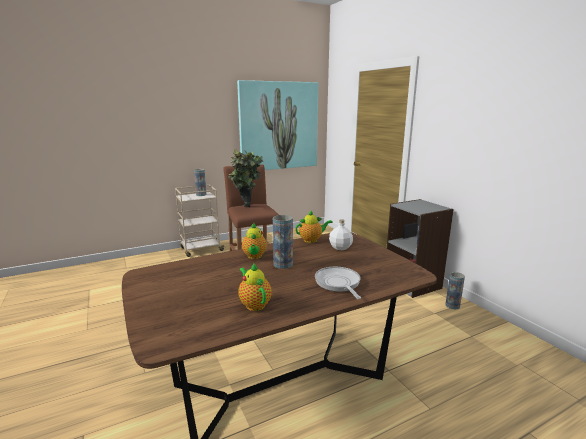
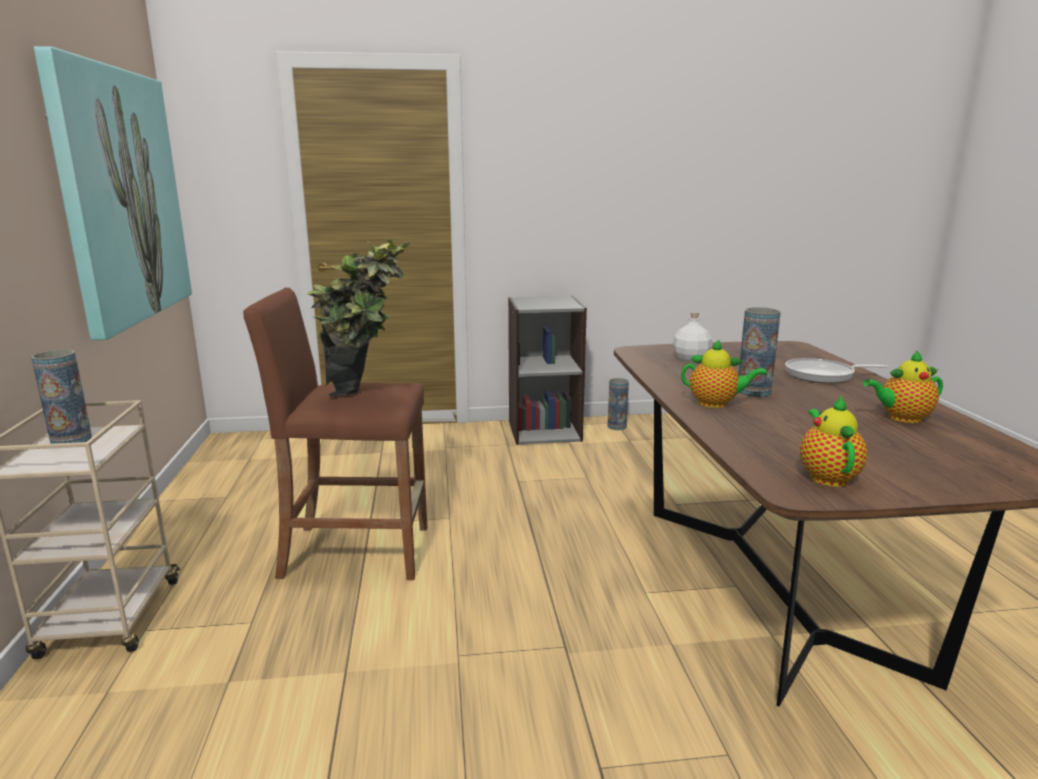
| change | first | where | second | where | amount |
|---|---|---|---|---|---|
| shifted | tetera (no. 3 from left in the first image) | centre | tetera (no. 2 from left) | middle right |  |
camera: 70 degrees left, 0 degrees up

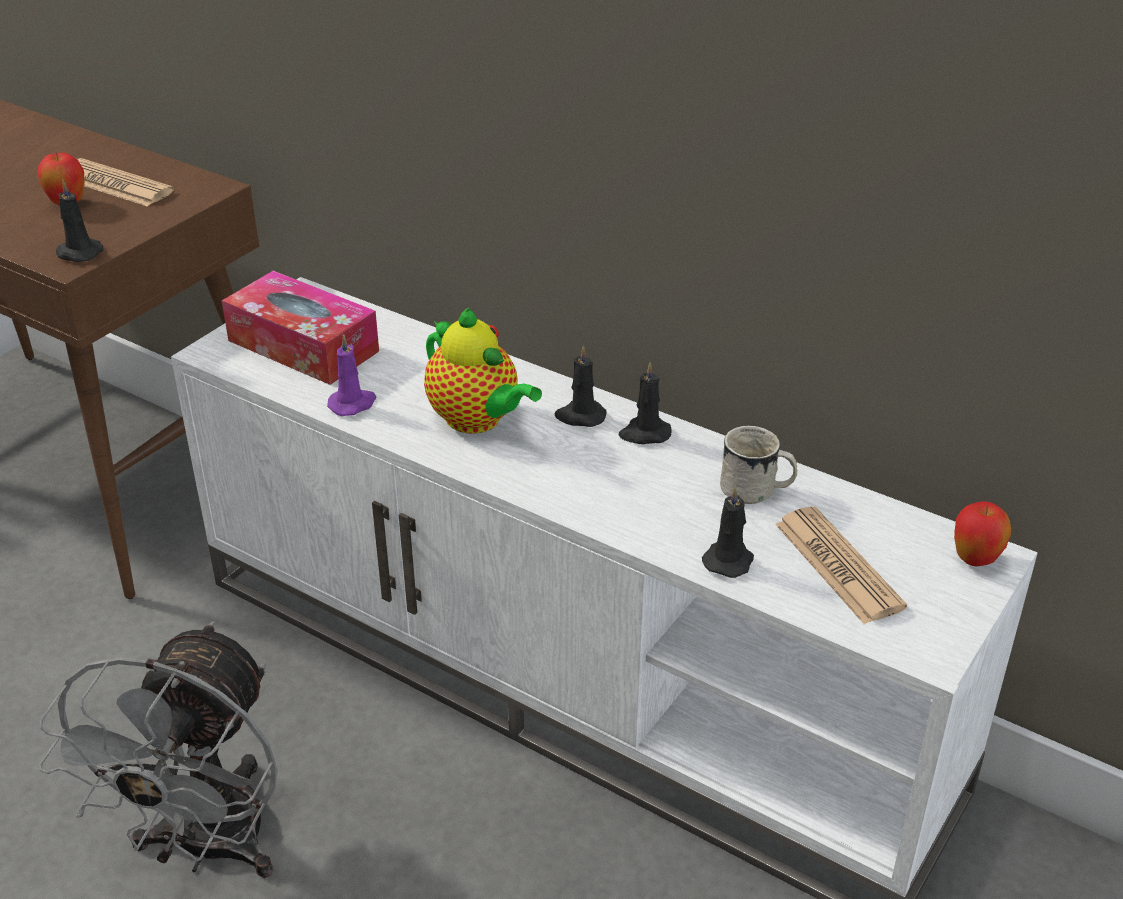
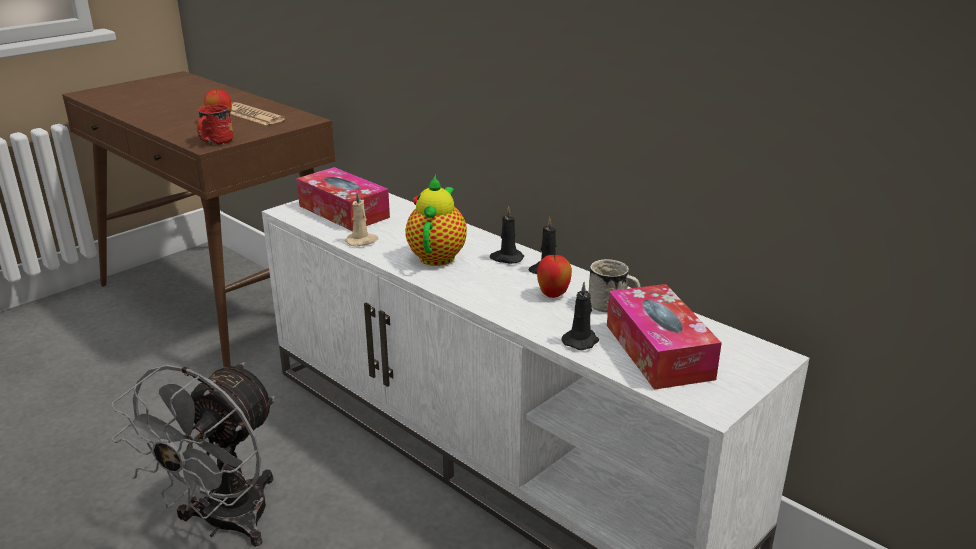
| change | first | where | second | where | amount |
|---|---|---|---|---|---|
| swapped | vela [negro] (no. 1 from left) | top left | taza grande [rojo] | top left |  |
| repainted | vela [morado] | middle left | vela [beis] | centre |  |
| rotated | tetera | centre |  | centre | 135 degrees counterclockwise |
| swapped | periódico (no. 2 from left) | middle right | caja de pañuelos (no. 2 from left) | middle right |  |
| shifted | manzana (no. 2 from left) | middle right |  | centre |  |
camera: 10 degrees right, 10 degrees down

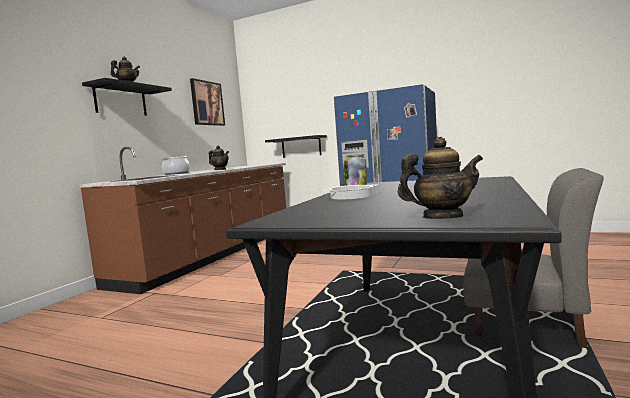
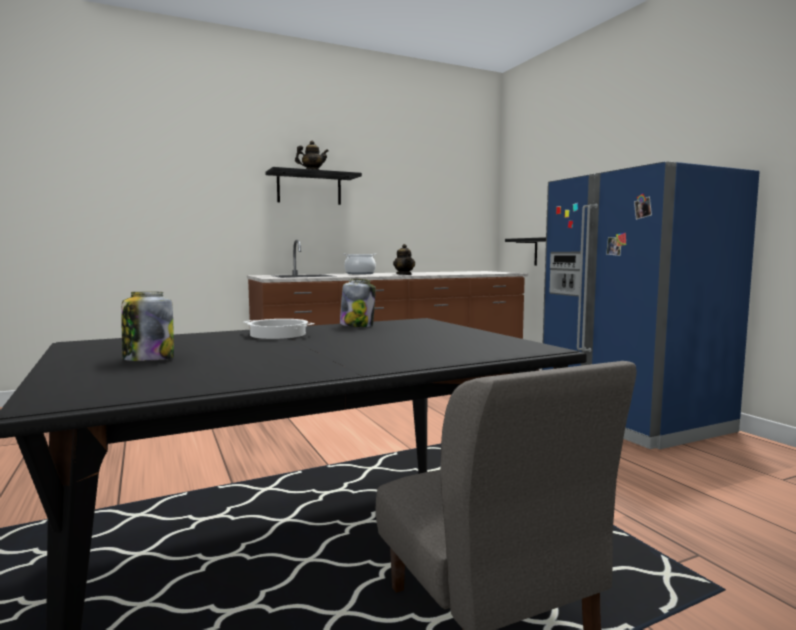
| change | first | where | second | where | amount |
|---|---|---|---|---|---|
| gone | cuadro | top left |  |  |  |
| gone | tetera (no. 3 from left) | middle right |  |  |  |
| new |  |  | tarro (no. 1 from left) | middle left |  |
camera: 40 degrees right, 0 degrees up

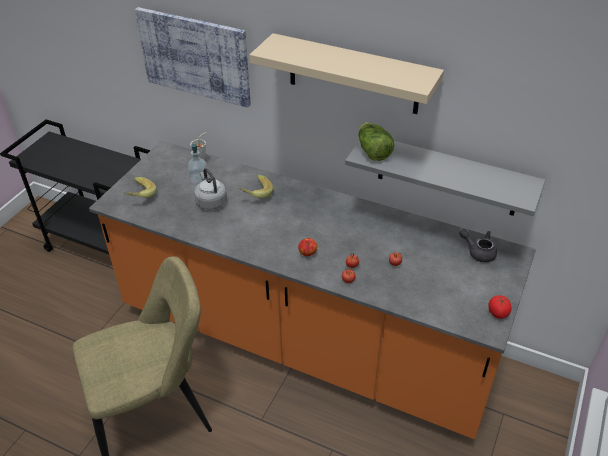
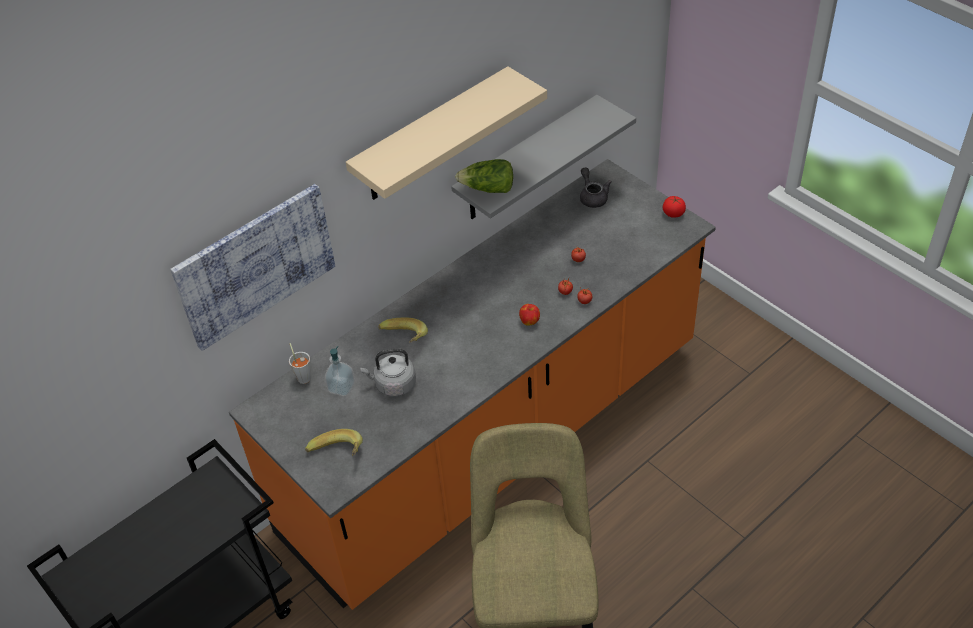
| change | first | where | second | where | amount |
|---|---|---|---|---|---|
| rotated | tetera [gris] | middle right |  | top centre | 105 degrees clockwise |
camera: 65 degrees left, 5 degrees up

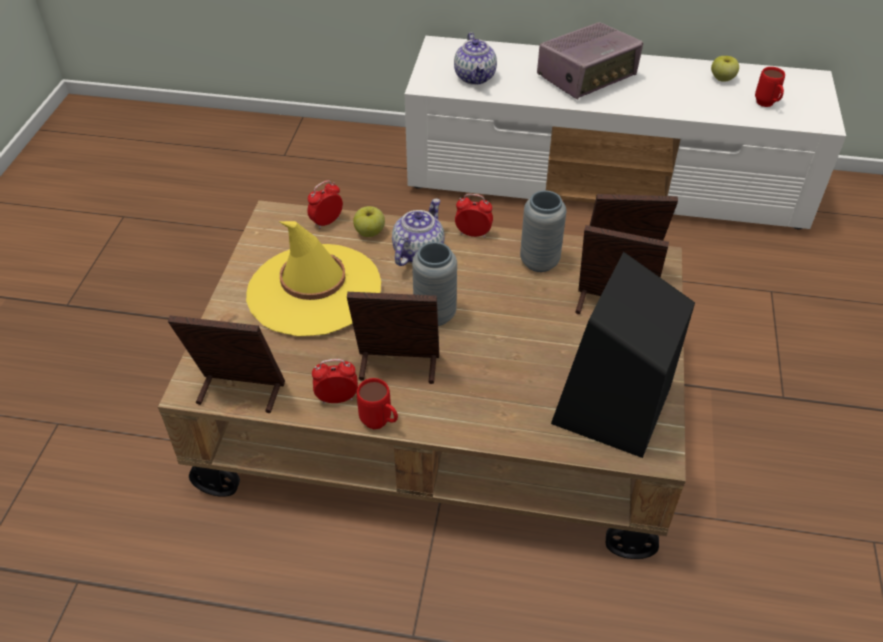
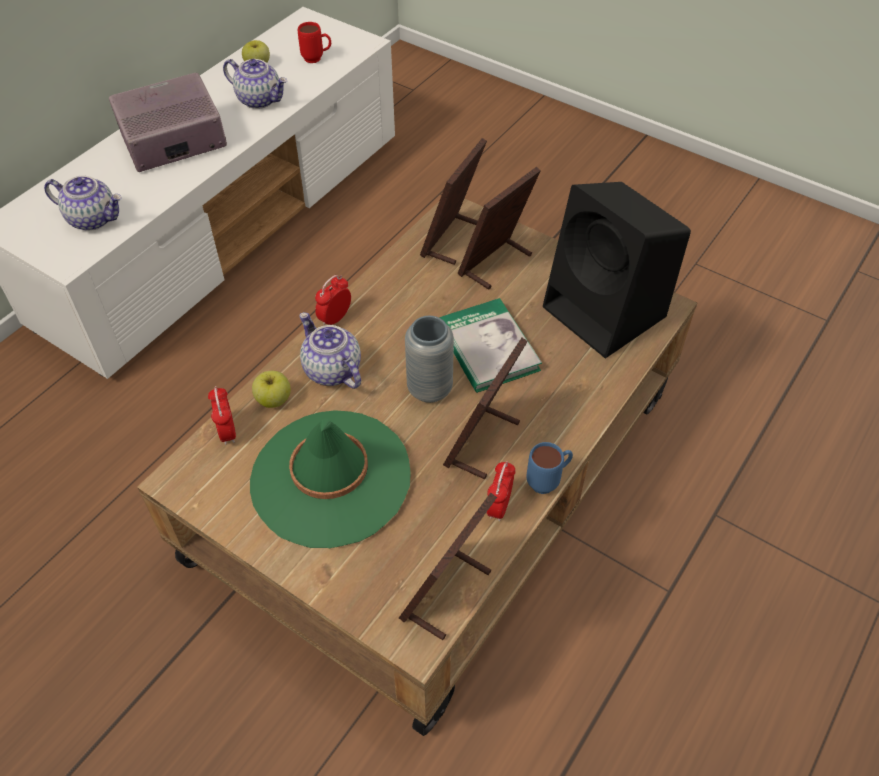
| change | first | where | second | where | amount |
|---|---|---|---|---|---|
| repainted | sombrero [amarillo] | centre | sombrero [verde] | centre |  |
| repainted | taza grande [rojo] (no. 1 from left) | centre | taza grande [azul] | centre |  |
| gone | florero [gris] (no. 2 from left) | centre |  |  |  |
| rotated | radio | top right |  | top left | 105 degrees counterclockwise |
| new |  |  | tetera (no. 2 from left) | top left |  |
| new |  |  | libro | centre |  |
camera: 65 degrees left, 5 degrees up

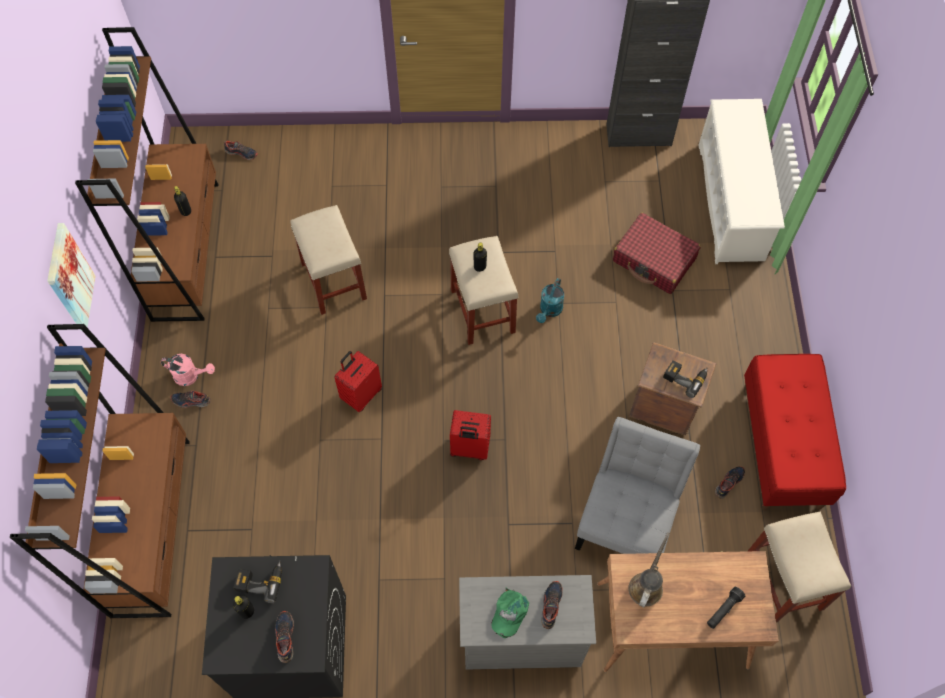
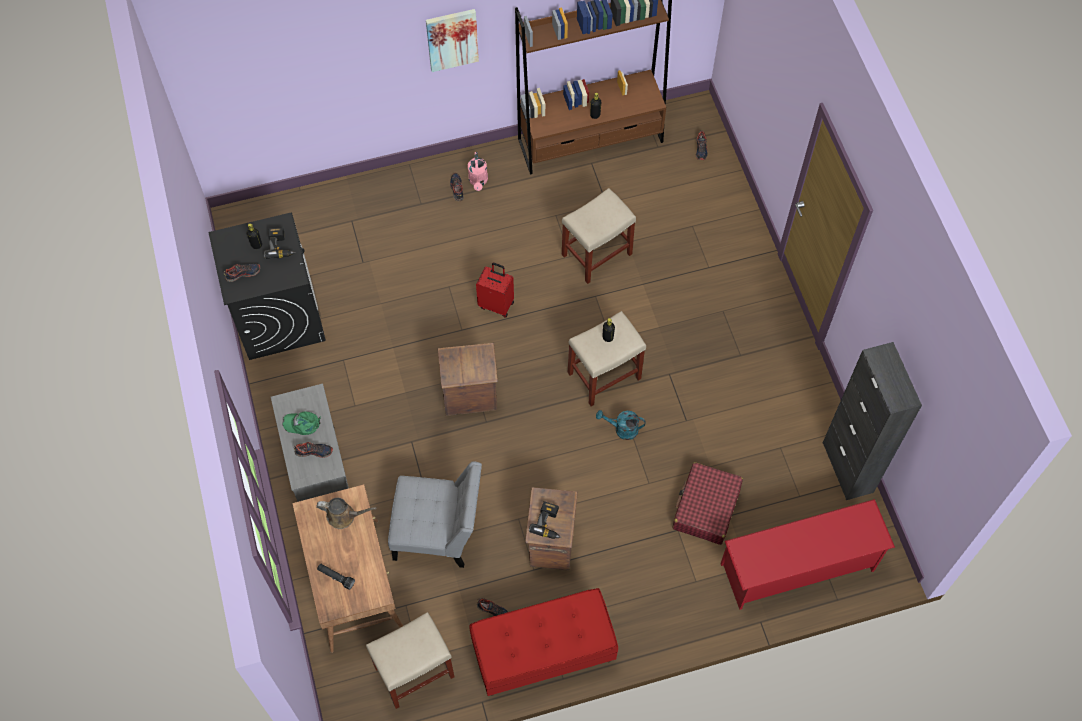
| change | first | where | second | where | amount |
|---|---|---|---|---|---|
| gone | estantería [marrón] (no. 1 from left) | bottom left |  |  |  |
| swapped | maleta [rojo] (no. 2 from left) | centre | caja de embalaje (no. 1 from left) | centre |  |
| repainted | zapatero [blanco] | top right | zapatero [rojo] | bottom right |  |
camera: 75 degrees right, 0 degrees up

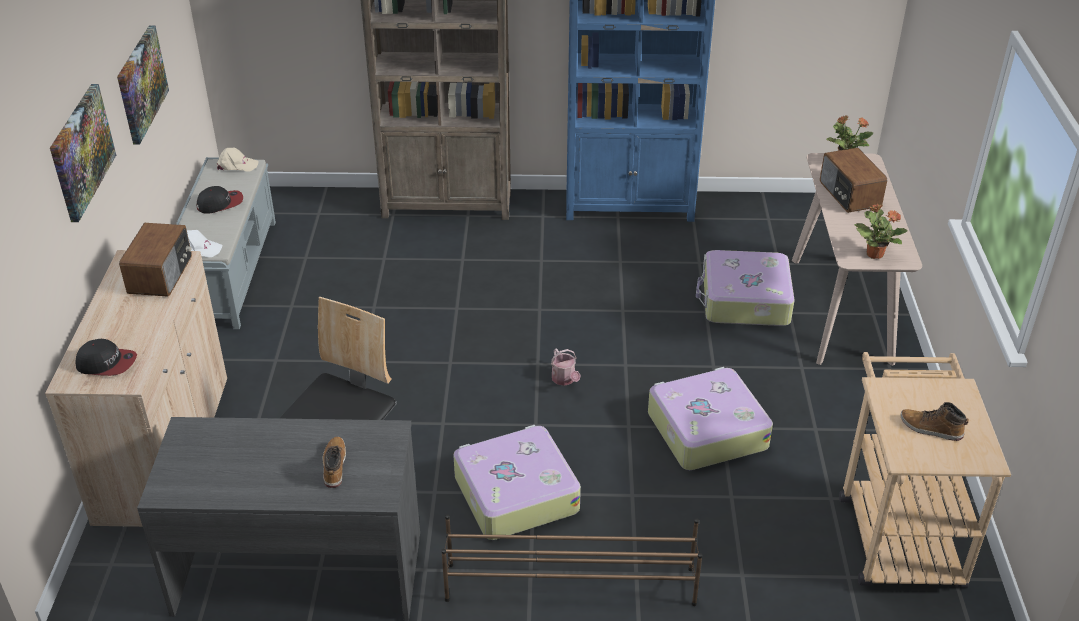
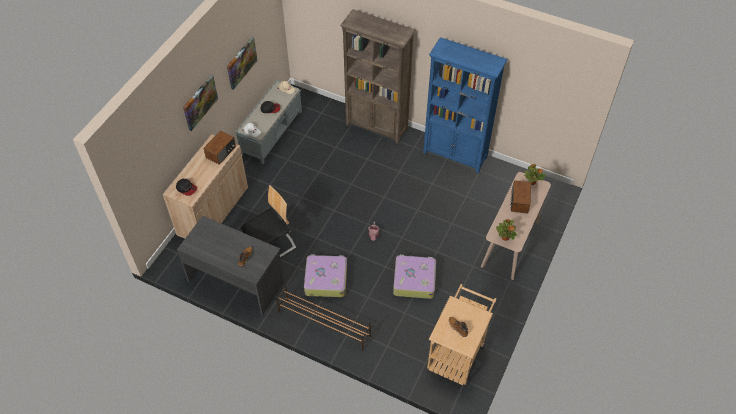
| change | first | where | second | where | amount |
|---|---|---|---|---|---|
| gone | maleta (no. 3 from left) | middle right |  |  |  |
camera: 25 degrees right, 15 degrees up

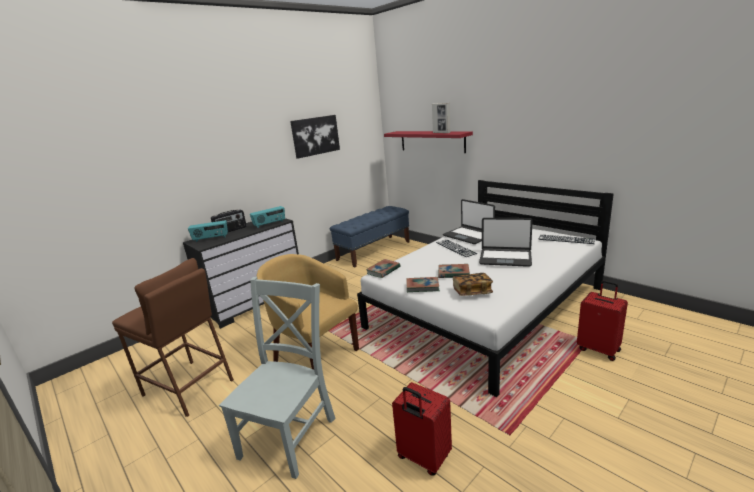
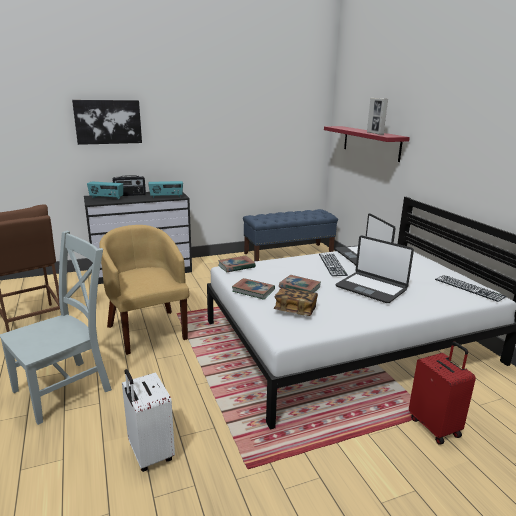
| change | first | where | second | where | amount |
|---|---|---|---|---|---|
| shifted | cuadro | top centre |  | top left |  |
| repainted | maleta [rojo] (no. 1 from left) | bottom centre | maleta [blanco] | bottom left |  |
camera: 20 degrees right, 0 degrees up

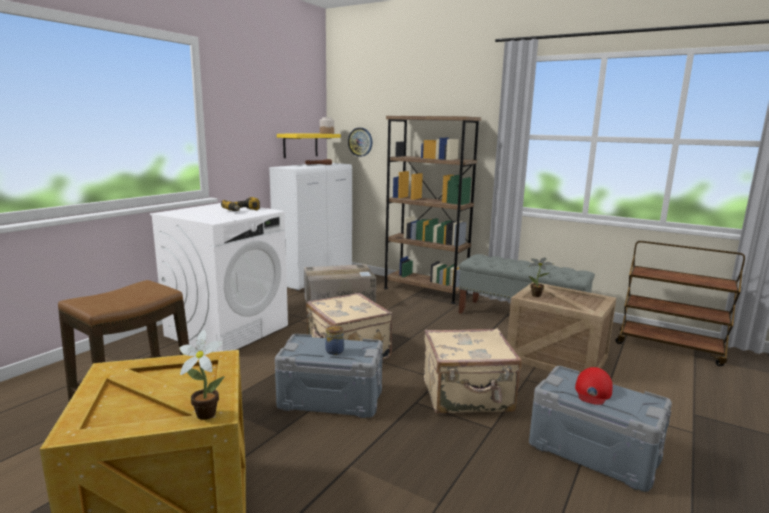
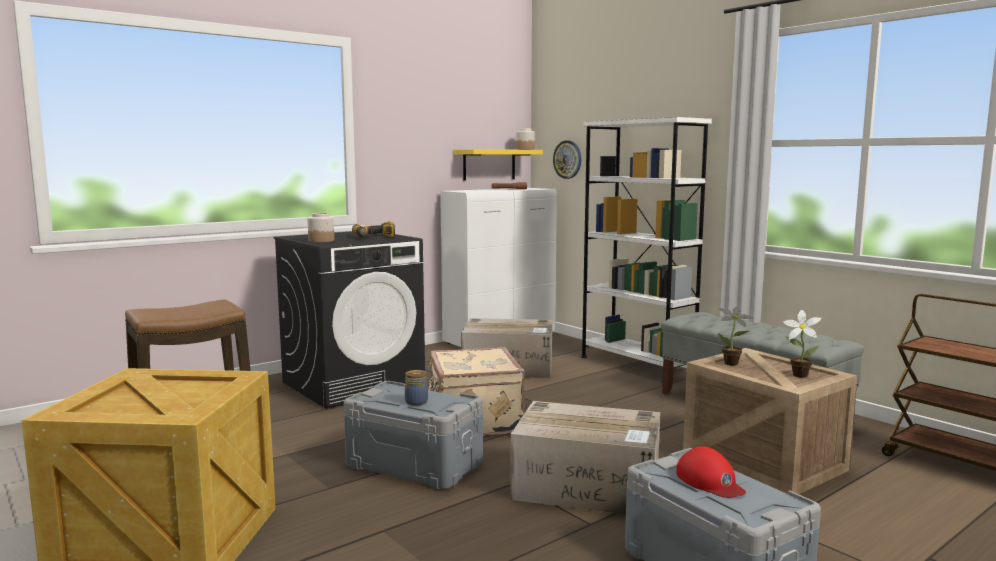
| change | first | where | second | where | amount |
|---|---|---|---|---|---|
| repainted | lavadora [blanco] | middle left | lavadora [negro] | centre |  |
| shifted | planta en maceta (no. 1 from left in the first image) | bottom left | planta en maceta (no. 2 from left) | middle right |  |
| repainted | estantería [marrón] | centre | estantería [blanco] | centre |  |
| swapped | maleta [beis] (no. 2 from left) | bottom centre | caja de cartón (no. 2 from left) | bottom centre |  |
| rotated | gorra [rojo] | bottom right |  | bottom right | 75 degrees counterclockwise |
| new |  |  | tarro (no. 1 from left) | middle left |  |
camera: 20 degrees right, 5 degrees down

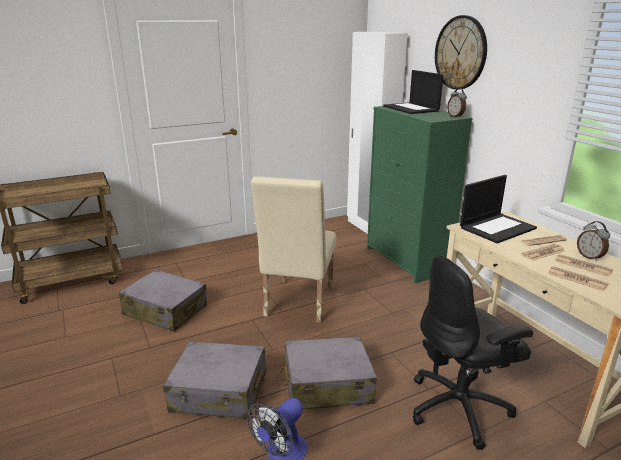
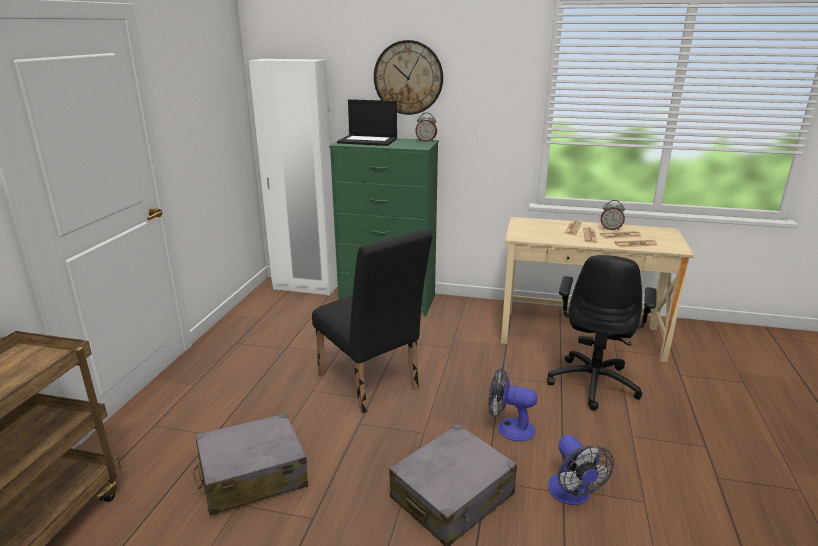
| change | first | where | second | where | amount |
|---|---|---|---|---|---|
| repainted | silla [beis] | centre | silla [negro] | centre |  |
| swapped | maleta [gris] (no. 3 from left) | bottom centre | ventilador (no. 1 from left) | bottom centre |  |
| gone | portátil (no. 2 from left) | middle right |  |  |  |
camera: 50 degrees left, 0 degrees up

